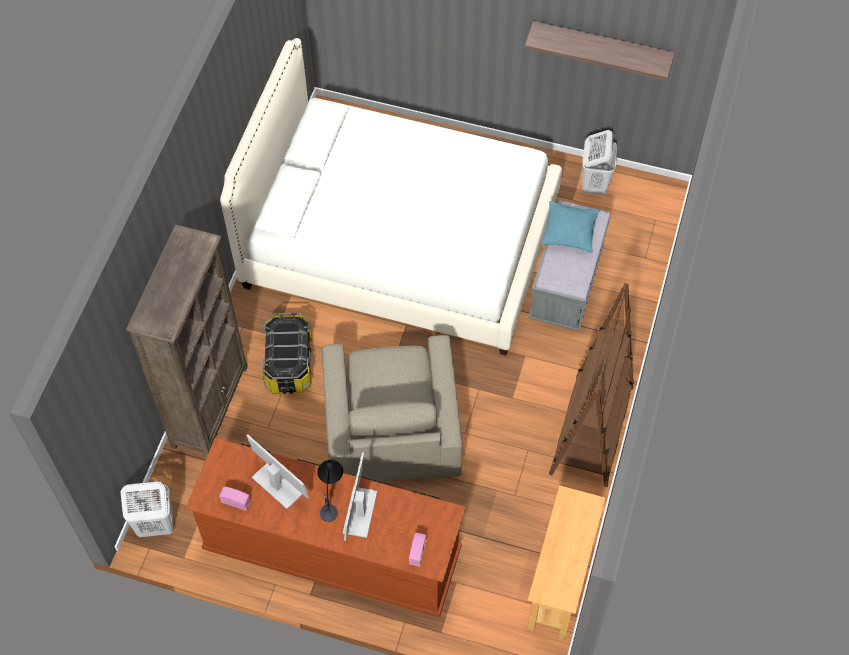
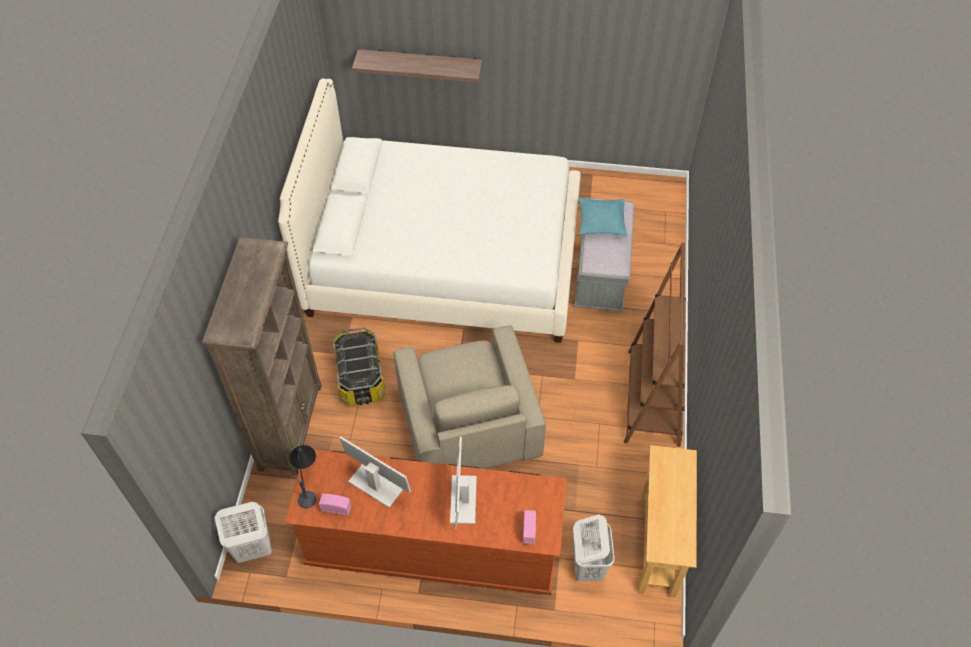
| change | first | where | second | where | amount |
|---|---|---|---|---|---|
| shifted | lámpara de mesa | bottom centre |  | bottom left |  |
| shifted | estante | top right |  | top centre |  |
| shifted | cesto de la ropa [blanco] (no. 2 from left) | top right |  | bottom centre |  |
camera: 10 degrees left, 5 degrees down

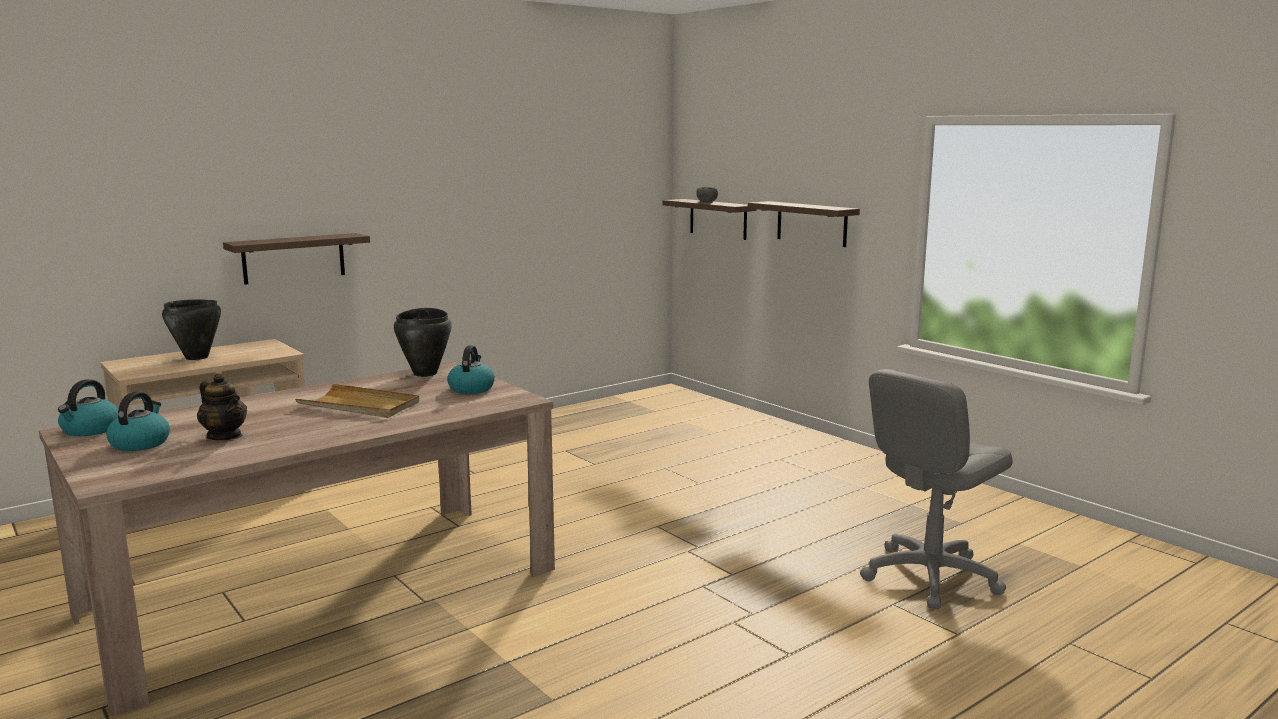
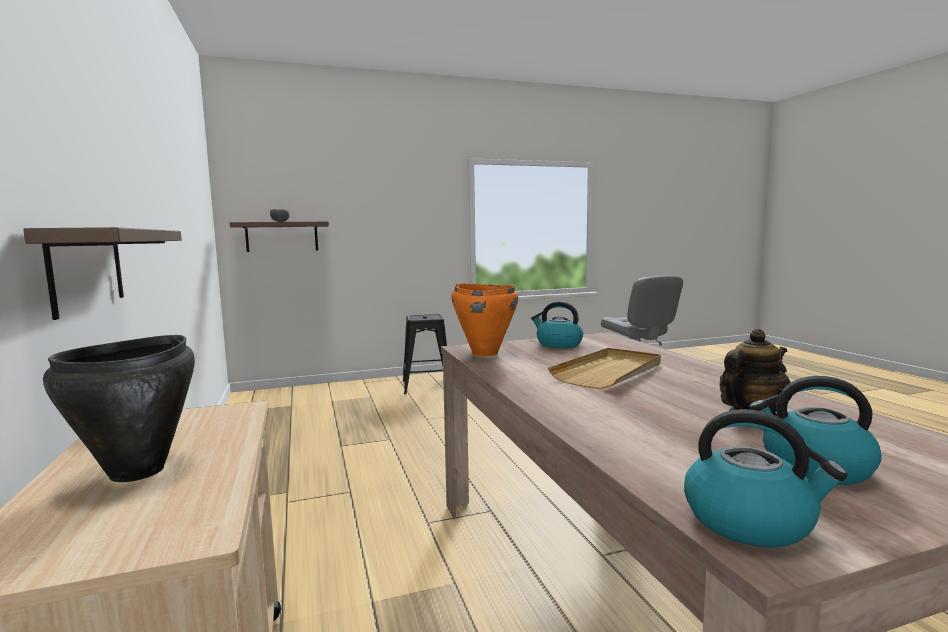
| change | first | where | second | where | amount |
|---|---|---|---|---|---|
| repainted | olla [negro] (no. 2 from left) | middle left | olla [naranja] | centre |  |
| gone | estante (no. 3 from left) | top centre |  |  |  |
| new |  |  | taburete [negro] | centre |  |
camera: 70 degrees left, 5 degrees down

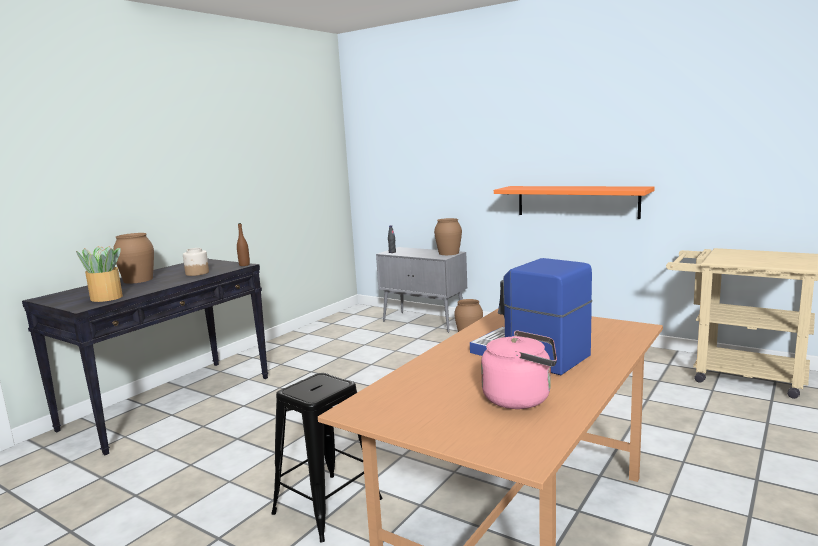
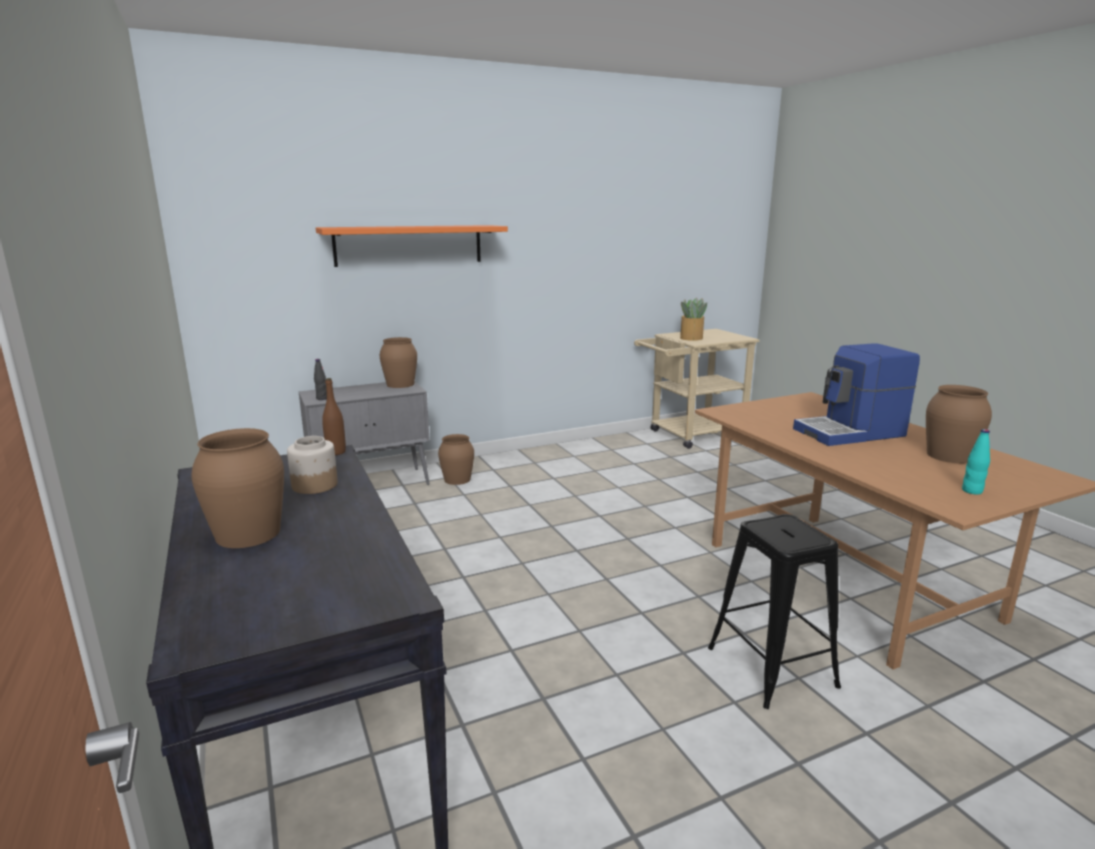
| change | first | where | second | where | amount |
|---|---|---|---|---|---|
| shifted | planta en maceta | middle left |  | centre |  |
| swapped | hervidor [rosa] | bottom centre | florero [marrón] (no. 4 from left) | middle right |  |
| shifted | estante [naranja] | middle right |  | top centre |  |
| new |  |  | botella [turquesa] | middle right |  |
camera: 60 degrees left, 5 degrees up

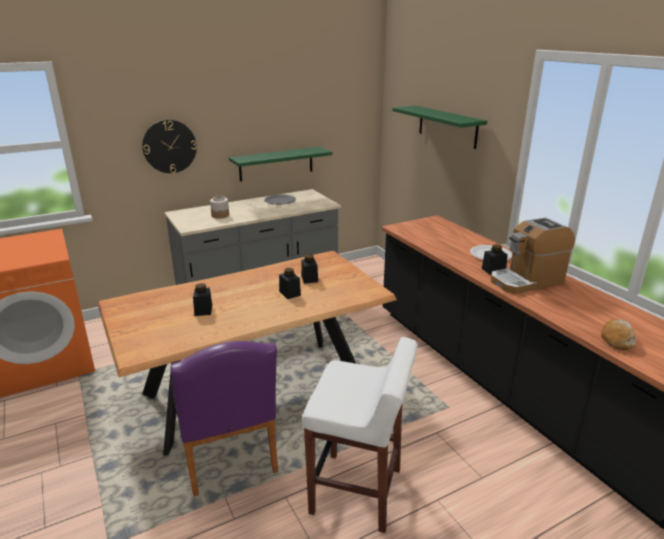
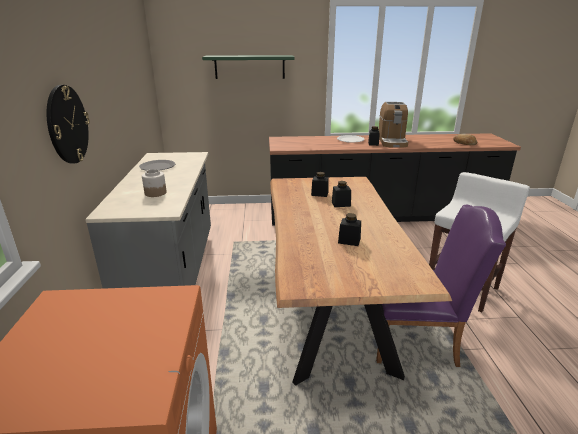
| change | first | where | second | where | amount |
|---|---|---|---|---|---|
| gone | estante [verde] (no. 1 from left) | top centre |  |  |  |
camera: 65 degrees left, 0 degrees up

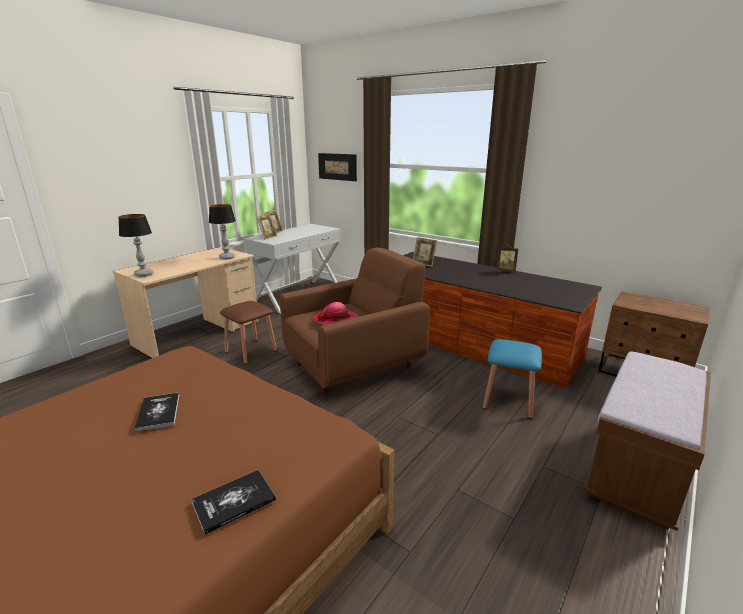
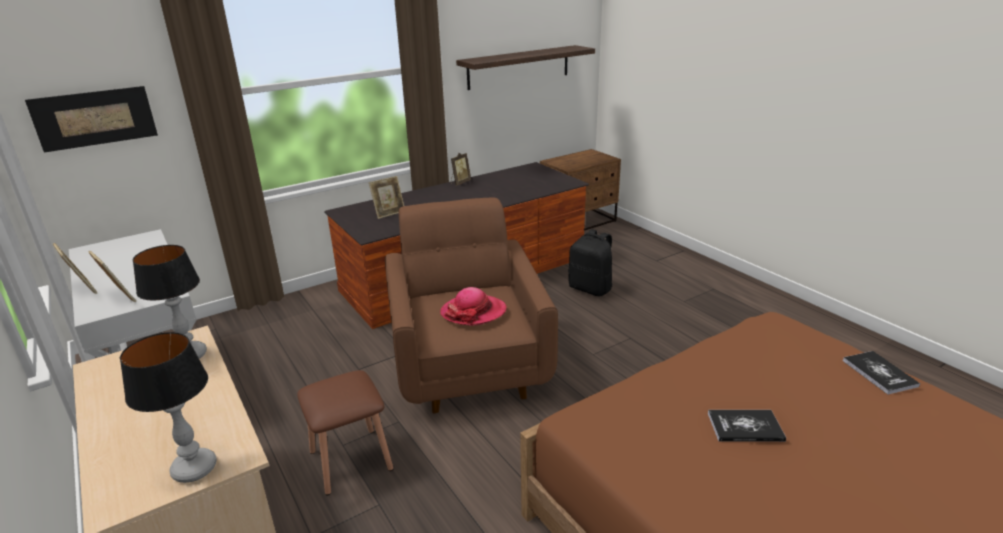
| change | first | where | second | where | amount |
|---|---|---|---|---|---|
| swapped | taburete [azul] | middle right | mochila [negro] | centre |  |
| gone | banco [marrón] | bottom right |  |  |  |
| new |  |  | estante | top centre |  |
camera: 70 degrees left, 5 degrees up

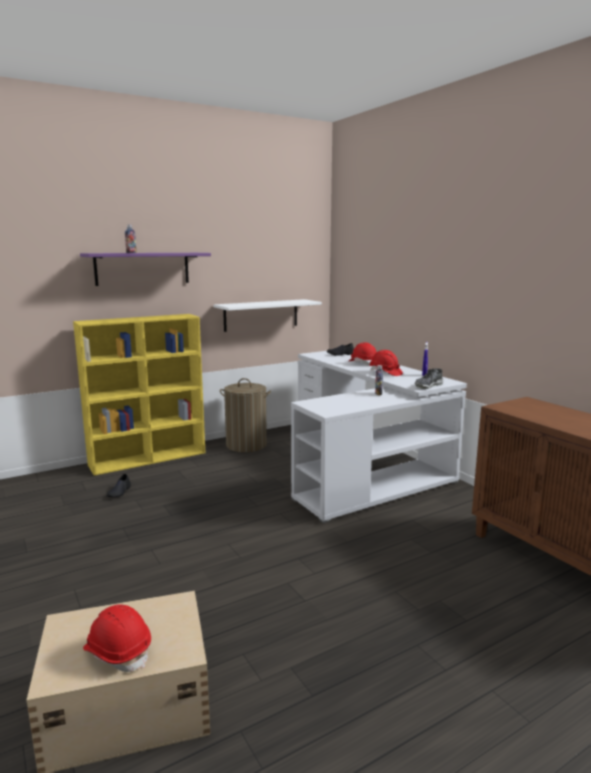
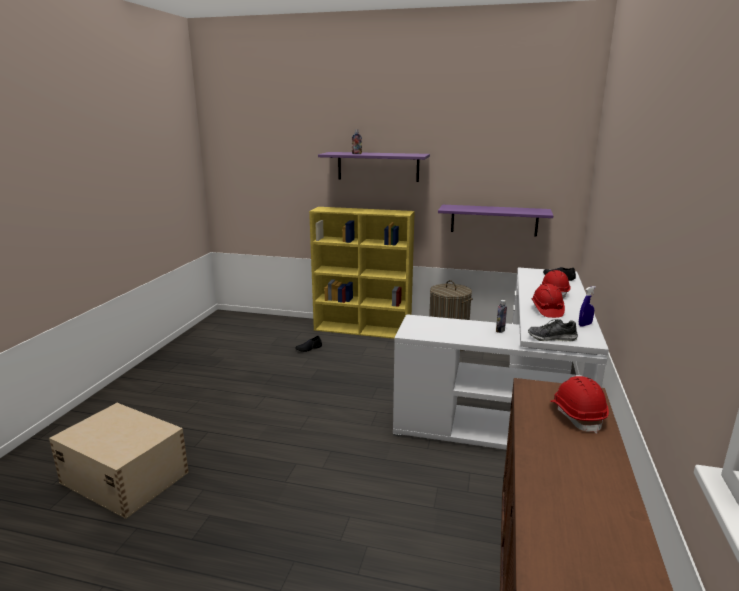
| change | first | where | second | where | amount |
|---|---|---|---|---|---|
| shifted | casco [rojo] (no. 1 from left in the first image) | bottom left | casco [rojo] (no. 3 from left) | bottom right |  |
| repainted | estante [blanco] | centre | estante [morado] (no. 2 from left) | middle right |  |
camera: 45 degrees right, 5 degrees up

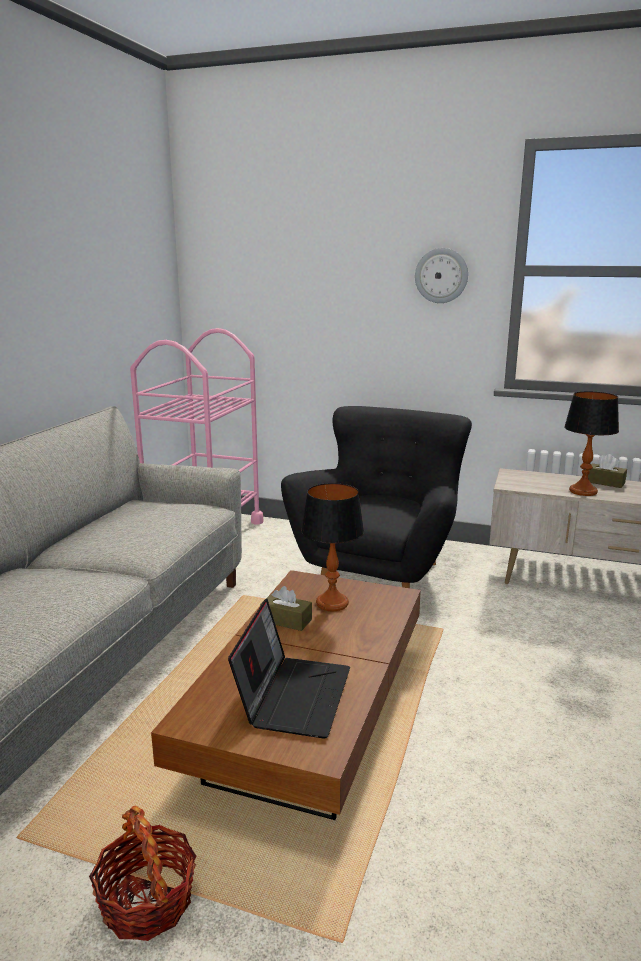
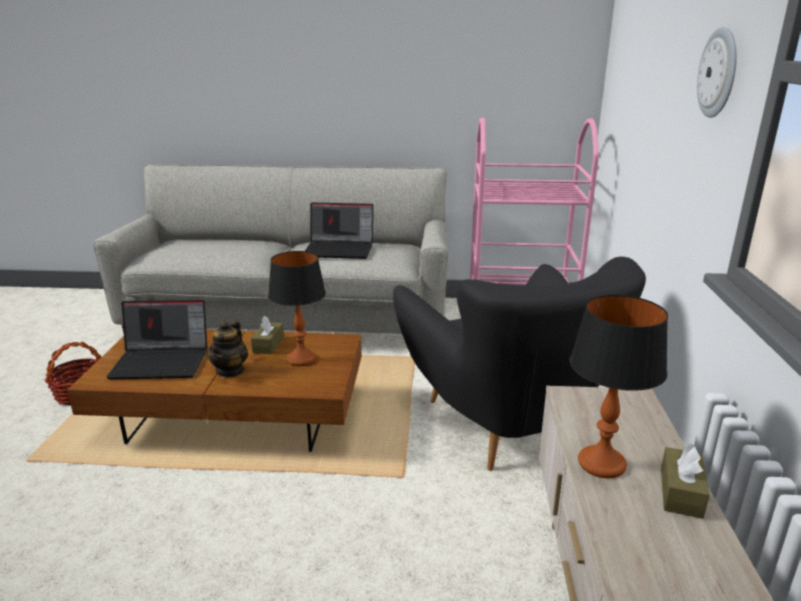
| change | first | where | second | where | amount |
|---|---|---|---|---|---|
| rotated | sillón [negro] | centre |  | centre | 60 degrees clockwise |
| new |  |  | tetera | middle left |  |
| new |  |  | portátil (no. 2 from left) | centre |  |
camera: 75 degrees right, 5 degrees up

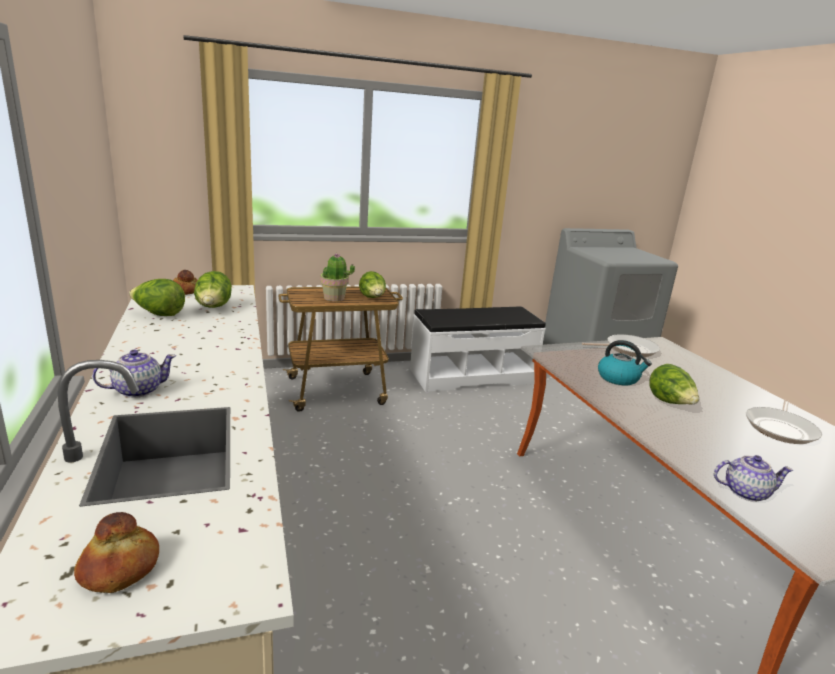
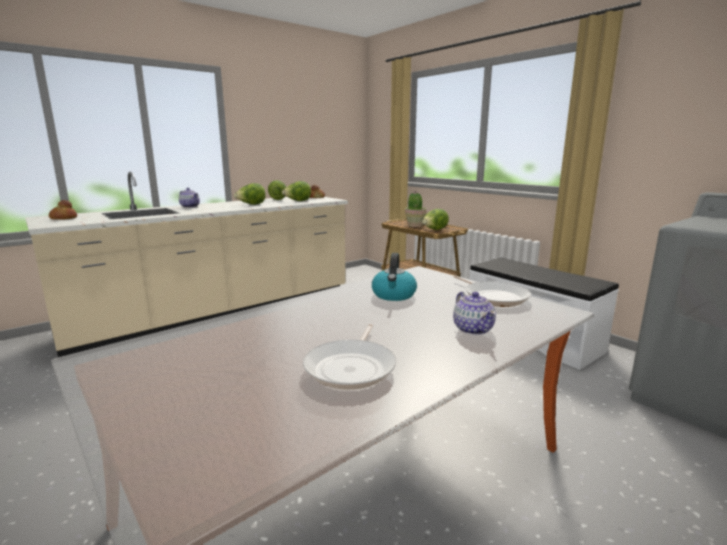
| change | first | where | second | where | amount |
|---|---|---|---|---|---|
| shifted | lechuga (no. 4 from left in the first image) | middle right | lechuga (no. 1 from left) | centre |  |
| shifted | tetera (no. 2 from left) | bottom right |  | centre |  |
| rotated | sartén (no. 2 from left in the first image) | middle right | sartén (no. 1 from left) | centre | 90 degrees counterclockwise |
camera: 70 degrees right, 5 degrees down

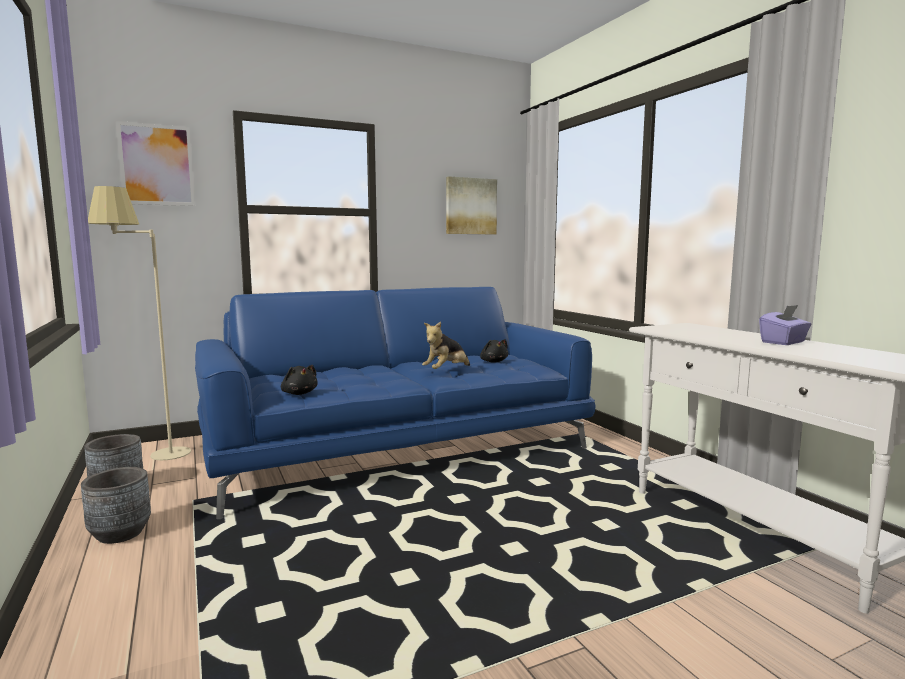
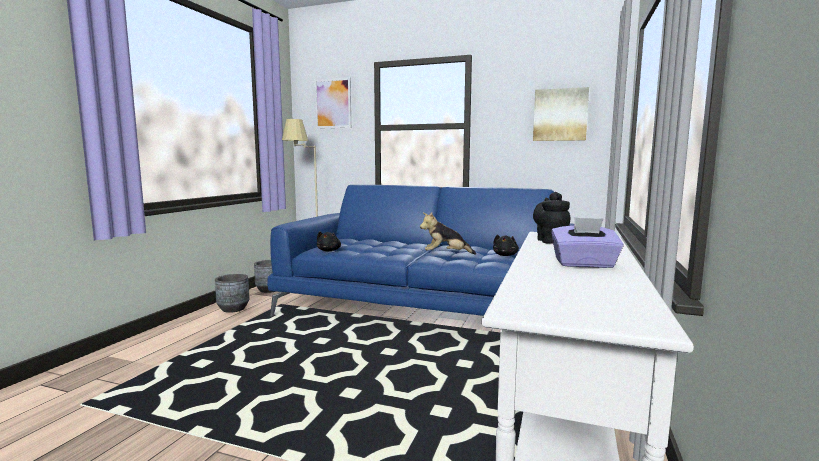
| change | first | where | second | where | amount |
|---|---|---|---|---|---|
| new |  |  | tetera [negro] | middle right |  |
camera: 45 degrees right, 0 degrees up

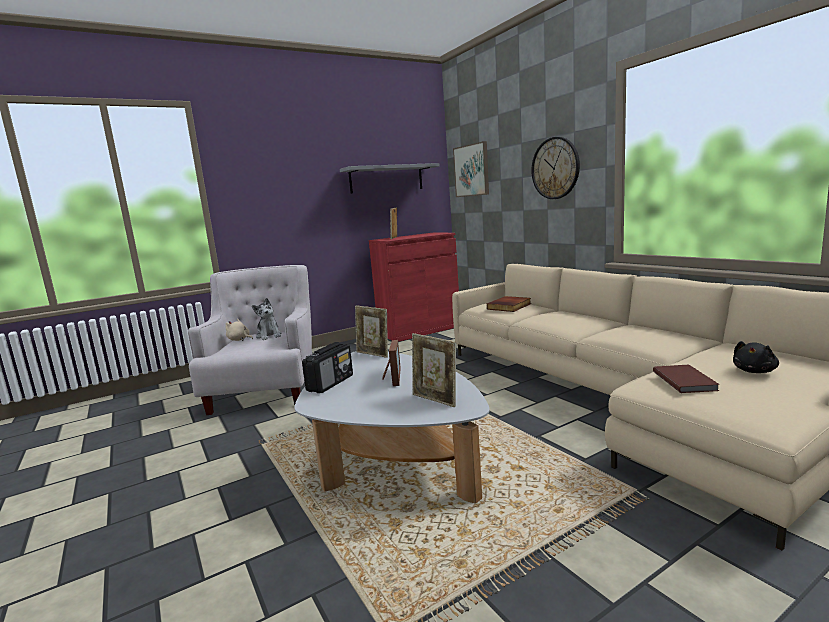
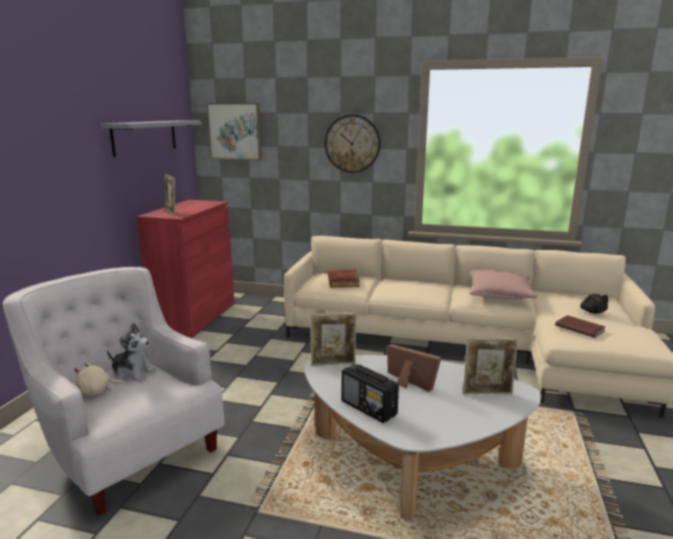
| change | first | where | second | where | amount |
|---|---|---|---|---|---|
| rotated | radio | centre |  | bottom centre | 150 degrees clockwise |
| new |  |  | cojín [rosa] | middle right |  |
camera: 45 degrees left, 5 degrees up

